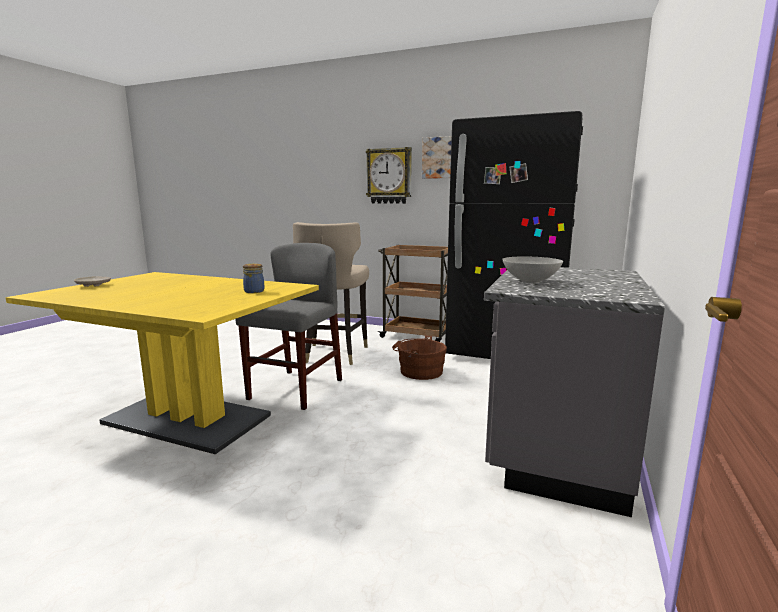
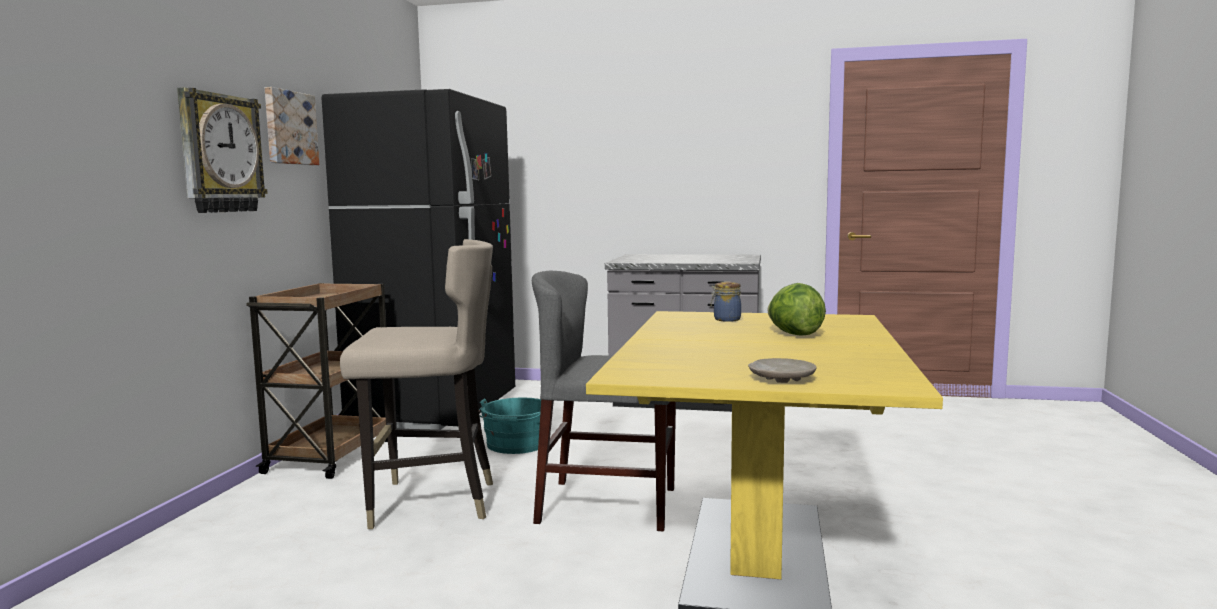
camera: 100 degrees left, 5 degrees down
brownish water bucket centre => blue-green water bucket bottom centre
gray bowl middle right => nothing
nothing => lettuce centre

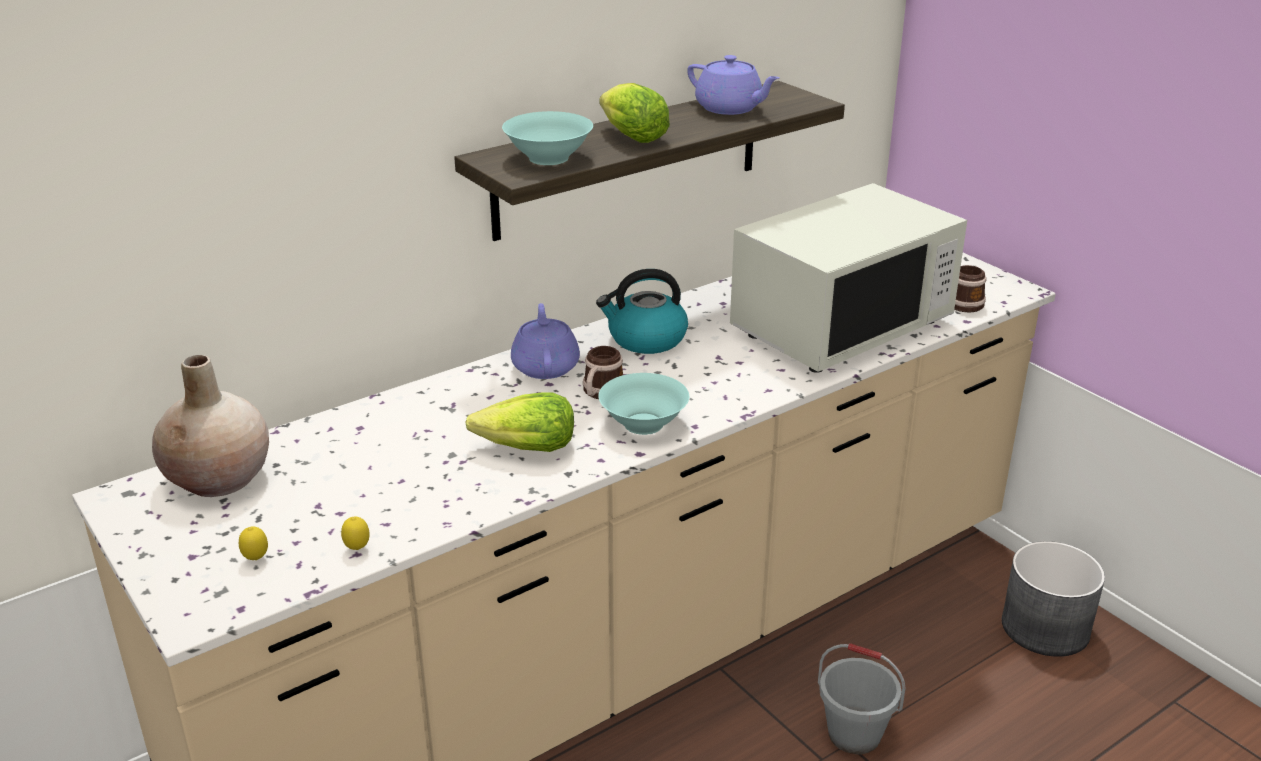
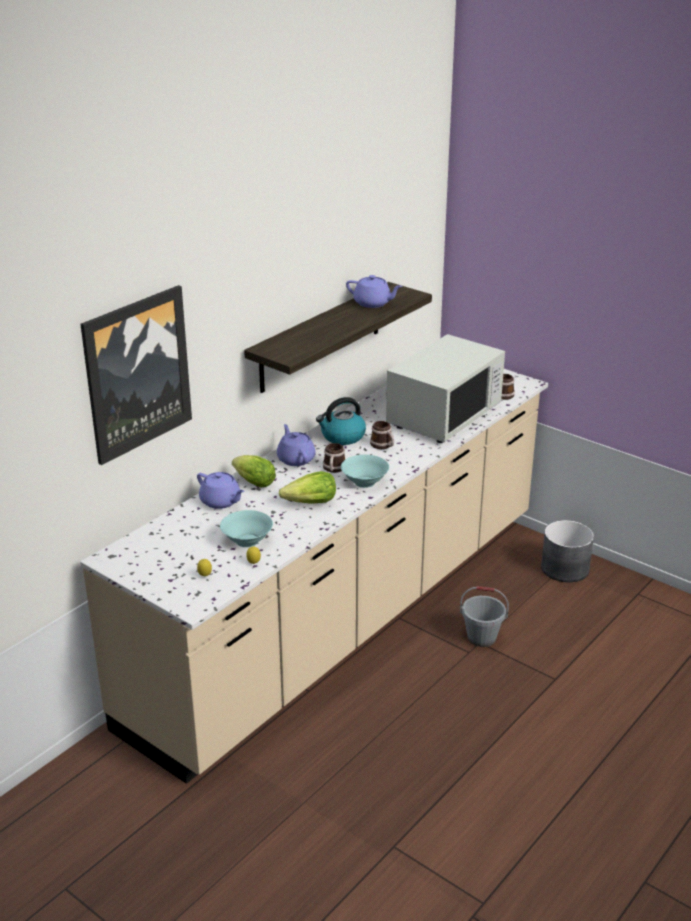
camera: 15 degrees left, 0 degrees up
beige-coloured vase middle left => nothing
blue-green bowl (no. 1 from left) top centre => blue-green bowl (no. 1 from left) centre, relocated
lettuce (no. 2 from left in the first image) top centre => lettuce (no. 1 from left) centre, relocated
nothing => picture middle left
nothing => purplish tea pot (no. 1 from left) middle left
nothing => coffee mug (no. 2 from left) centre

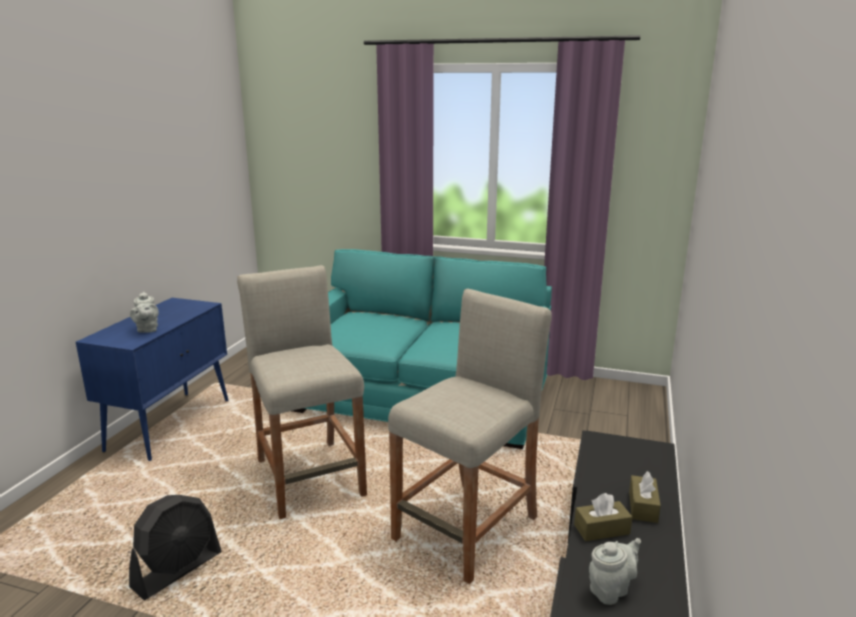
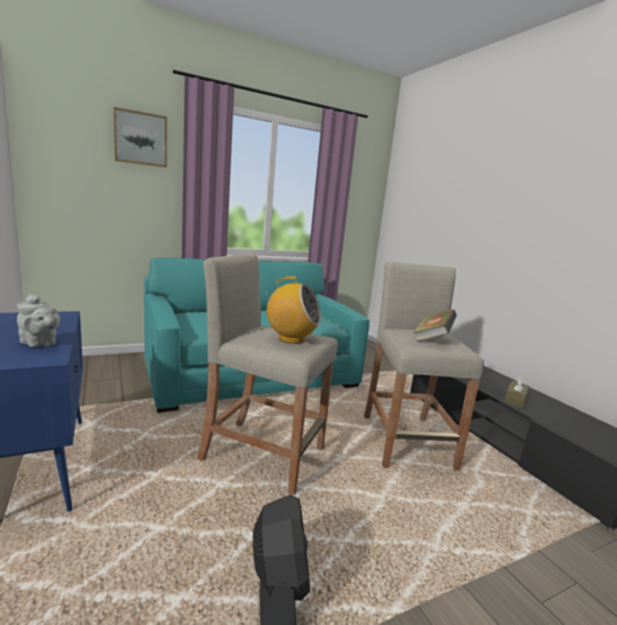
camera: 45 degrees left, 5 degrees down
gray tea pot (no. 2 from left) bottom right => nothing
brownish tissue box (no. 2 from left) bottom right => nothing
nothing => picture top left
nothing => radio set centre
nothing => bound book middle right

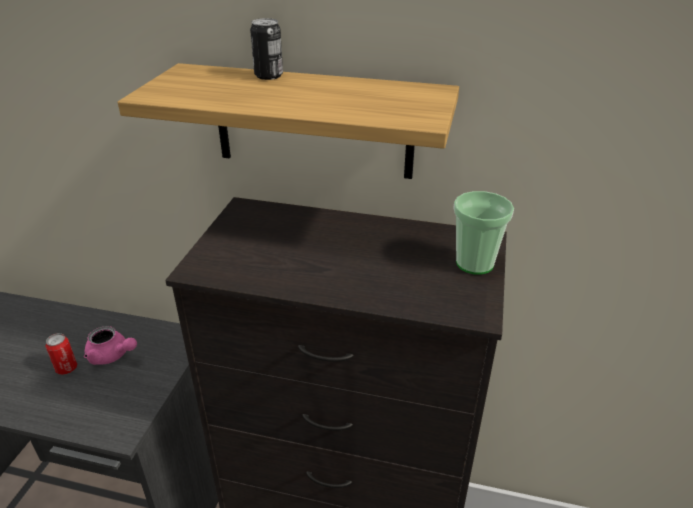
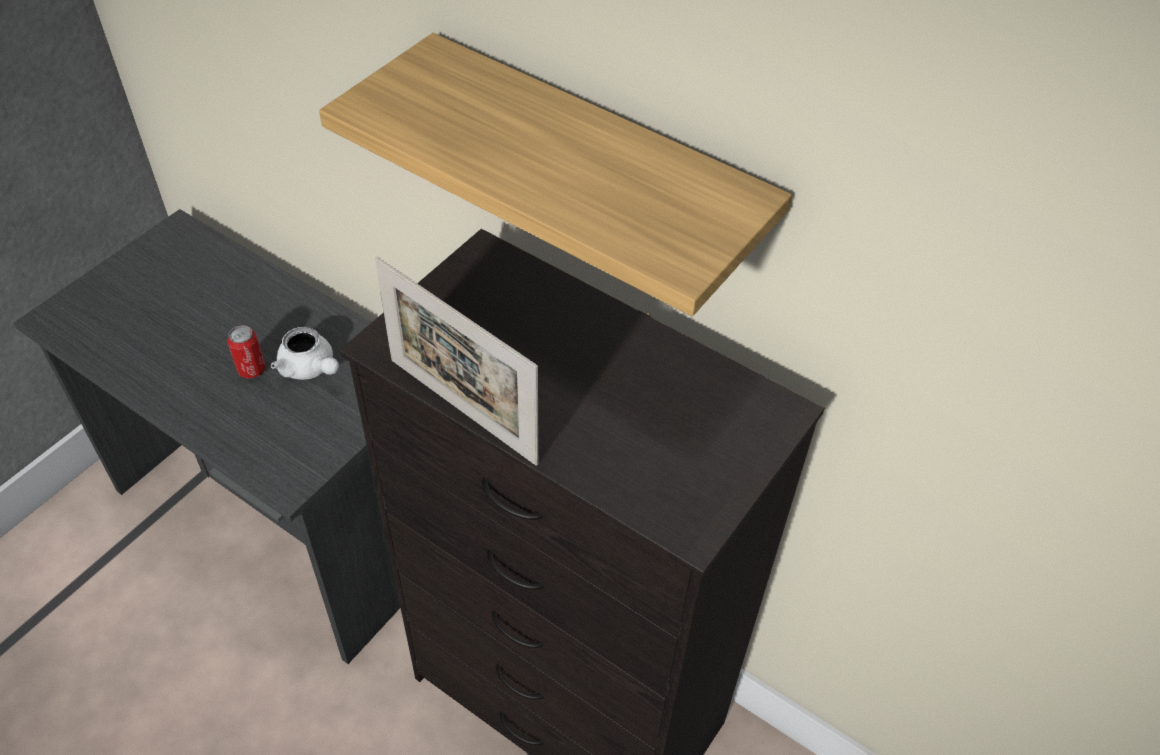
camera: 20 degrees right, 15 degrees up
pink-coloured tea pot bottom left => whitish tea pot middle left
metal can (no. 2 from left) top centre => nothing
drinking cup middle right => nothing
nothing => picture frame centre

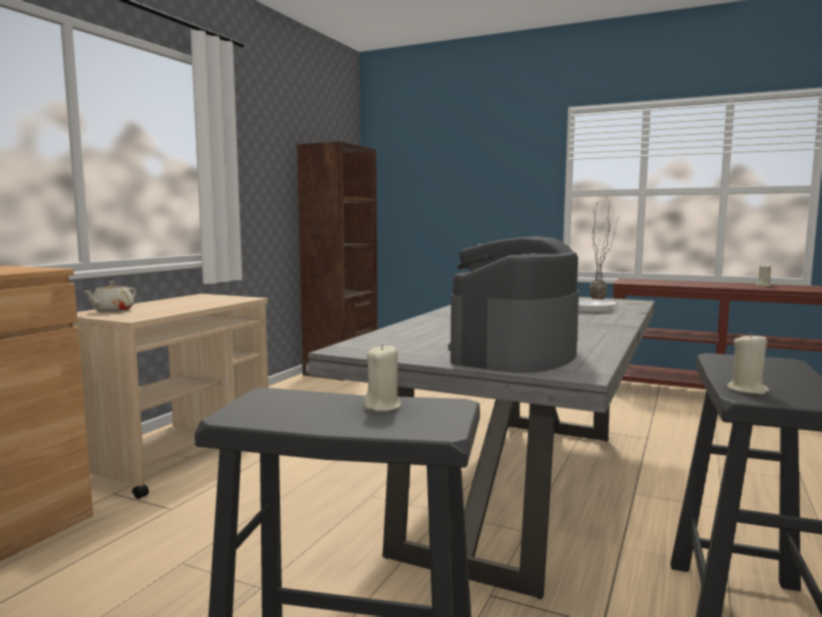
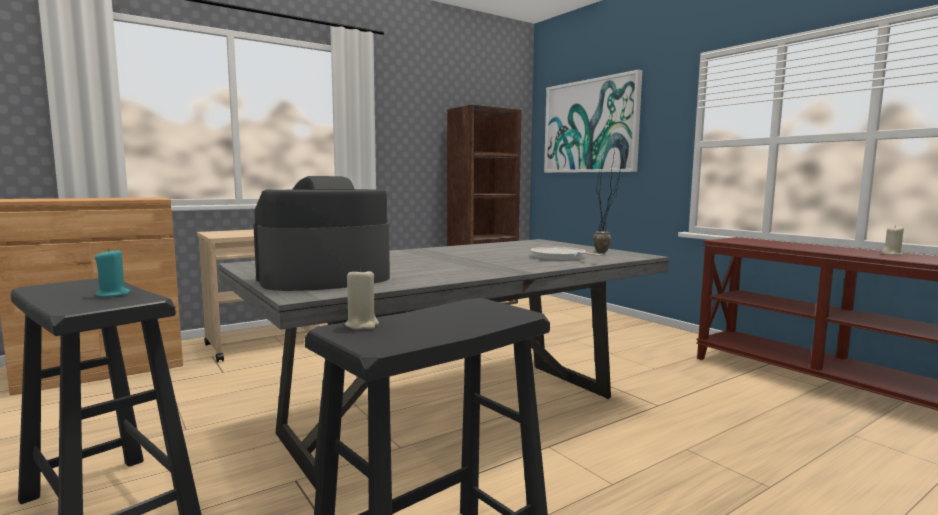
camera: 30 degrees right, 0 degrees up
beige-coloured tea pot middle left => nothing
beige-coloured wax candle (no. 1 from left) centre => blue-green wax candle middle left
nothing => picture top centre

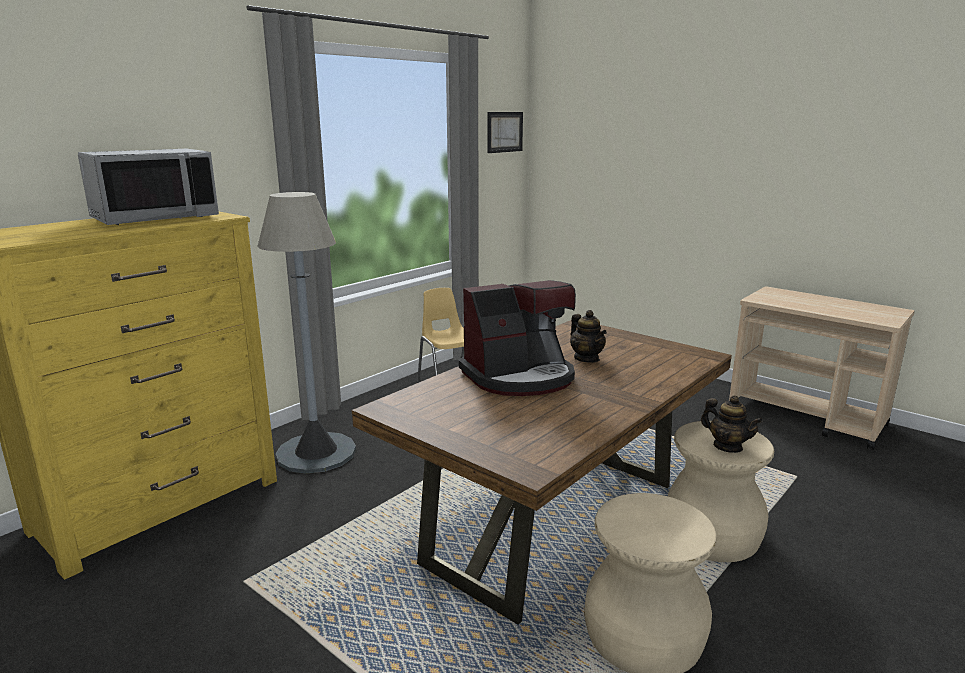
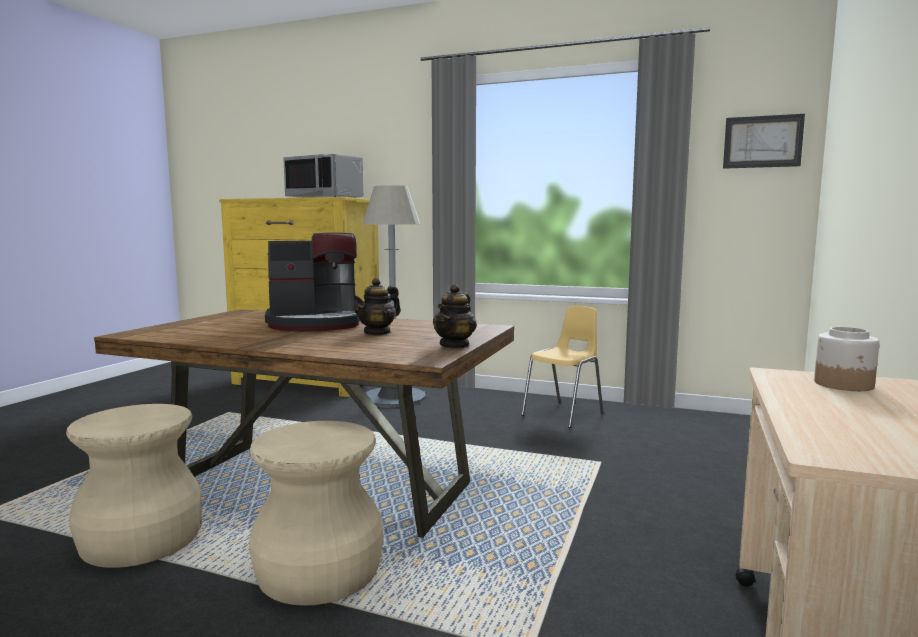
camera: 70 degrees right, 10 degrees down
coffee maker centre, 60 degrees counterclockwise
tea pot (no. 2 from left) middle right => tea pot (no. 2 from left) centre, relocated
nothing => storage jar middle right

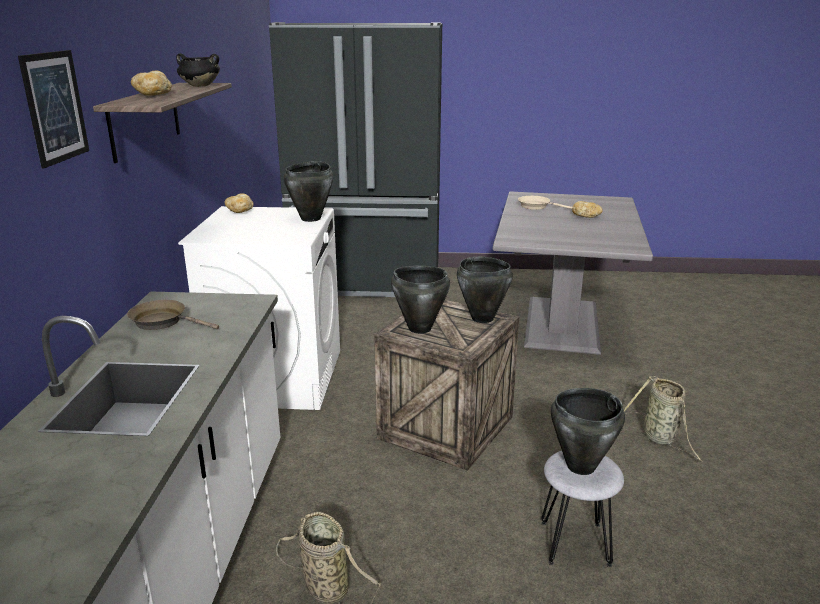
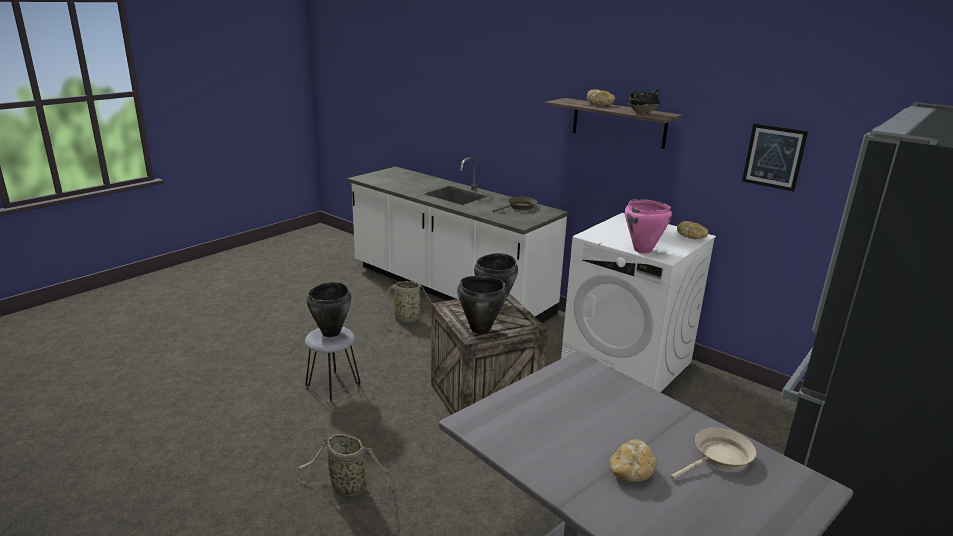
camera: 125 degrees right, 0 degrees up
picture top left => picture top right, relocated
blackish cooking pot (no. 2 from left) top centre => pink-coloured cooking pot middle right

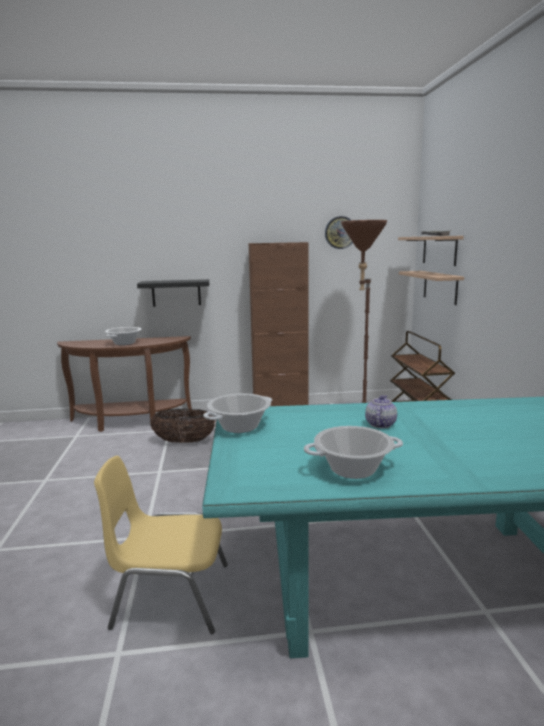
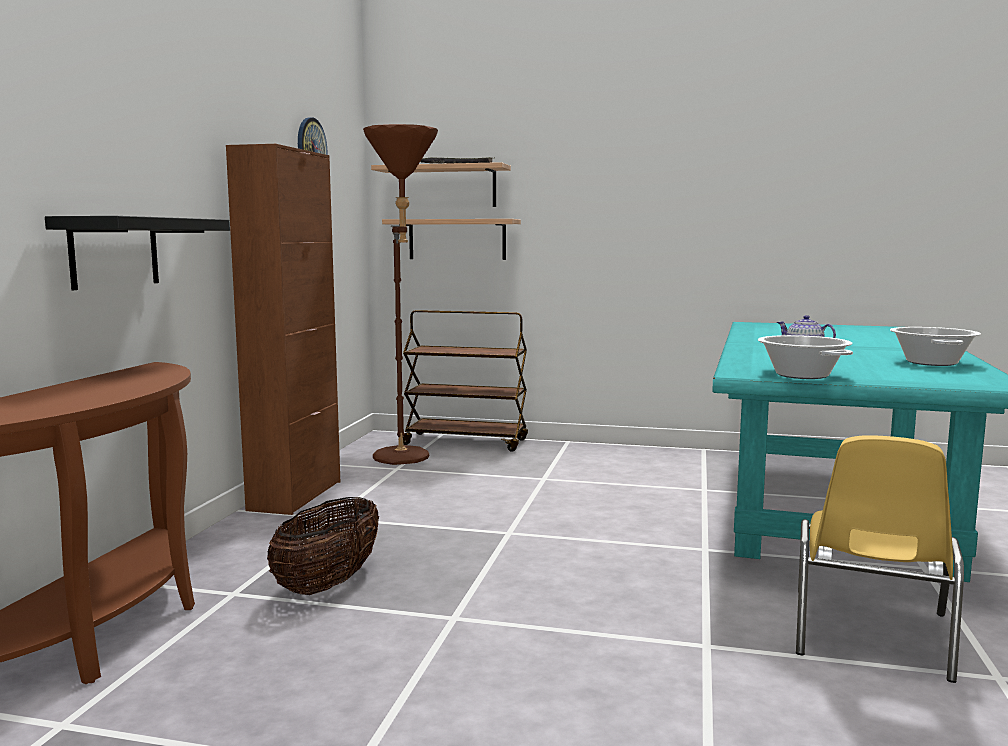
camera: 70 degrees left, 5 degrees down
cooking pot (no. 1 from left) middle left => nothing

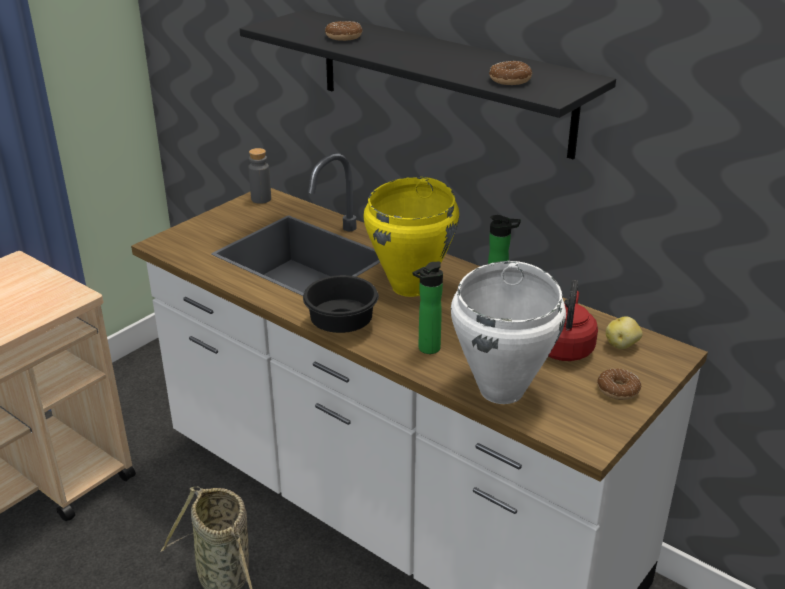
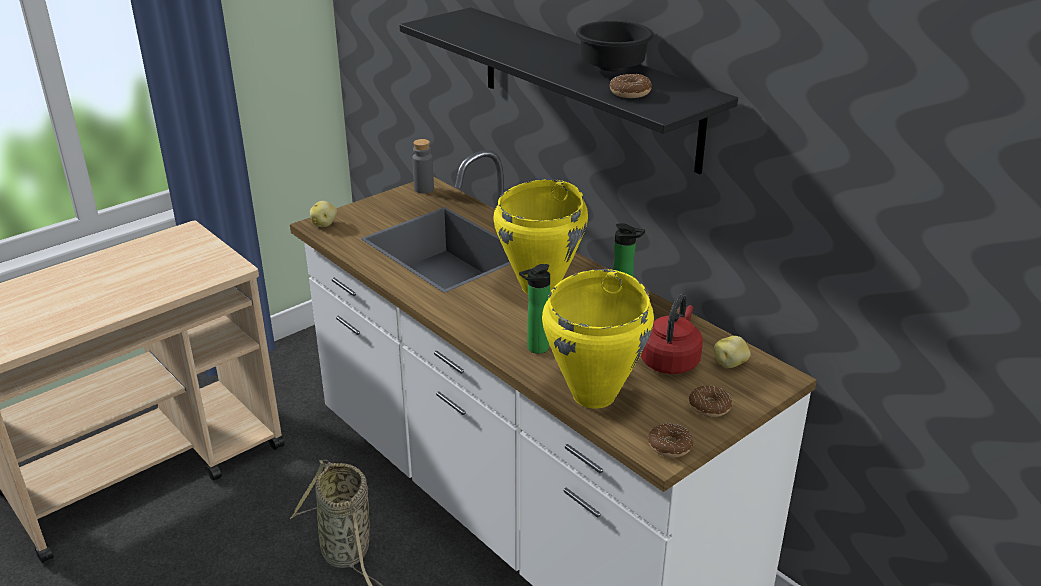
camera: 10 degrees right, 0 degrees up
blackish bowl centre => blackish bowl top centre, relocated
donut (no. 1 from left in the first image) top centre => donut (no. 2 from left) bottom centre, relocated
whitish cooking pot centre => yellow cooking pot (no. 2 from left) centre
nothing => whole potato (no. 1 from left) middle left

